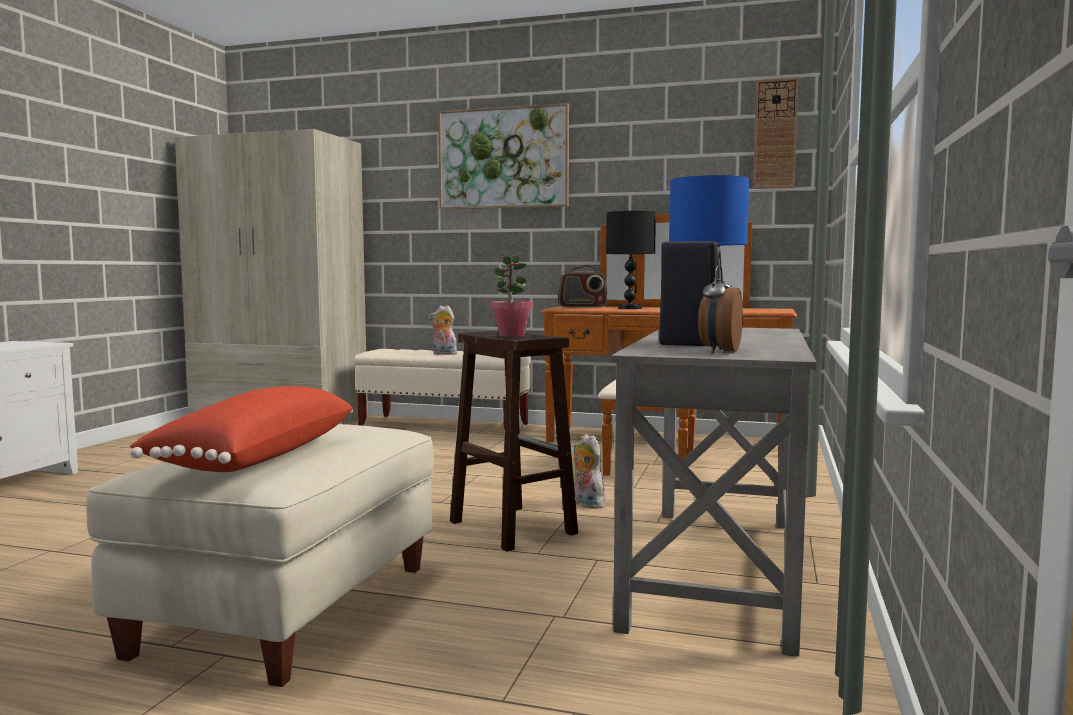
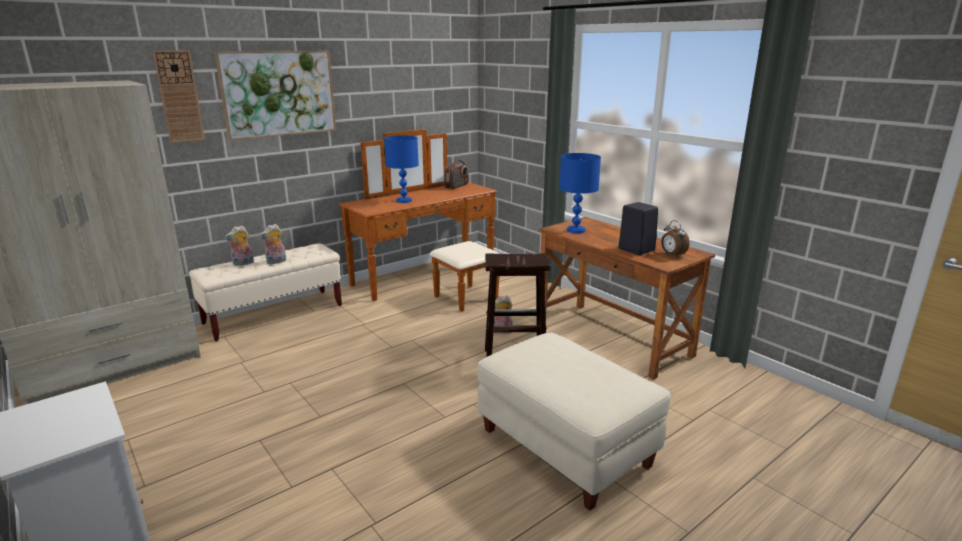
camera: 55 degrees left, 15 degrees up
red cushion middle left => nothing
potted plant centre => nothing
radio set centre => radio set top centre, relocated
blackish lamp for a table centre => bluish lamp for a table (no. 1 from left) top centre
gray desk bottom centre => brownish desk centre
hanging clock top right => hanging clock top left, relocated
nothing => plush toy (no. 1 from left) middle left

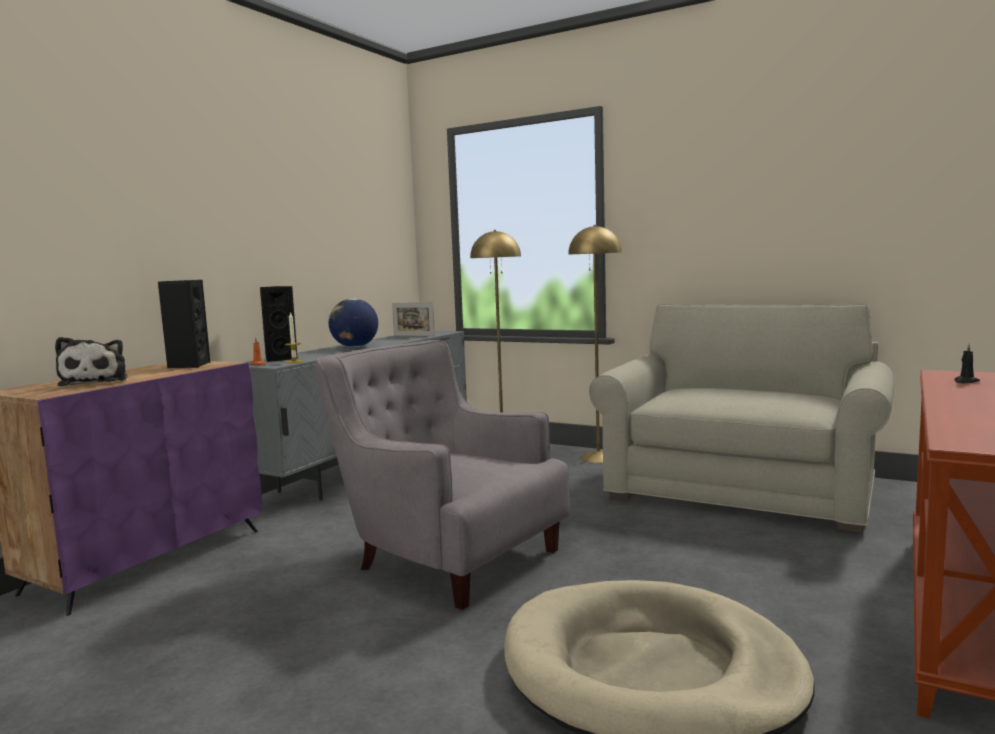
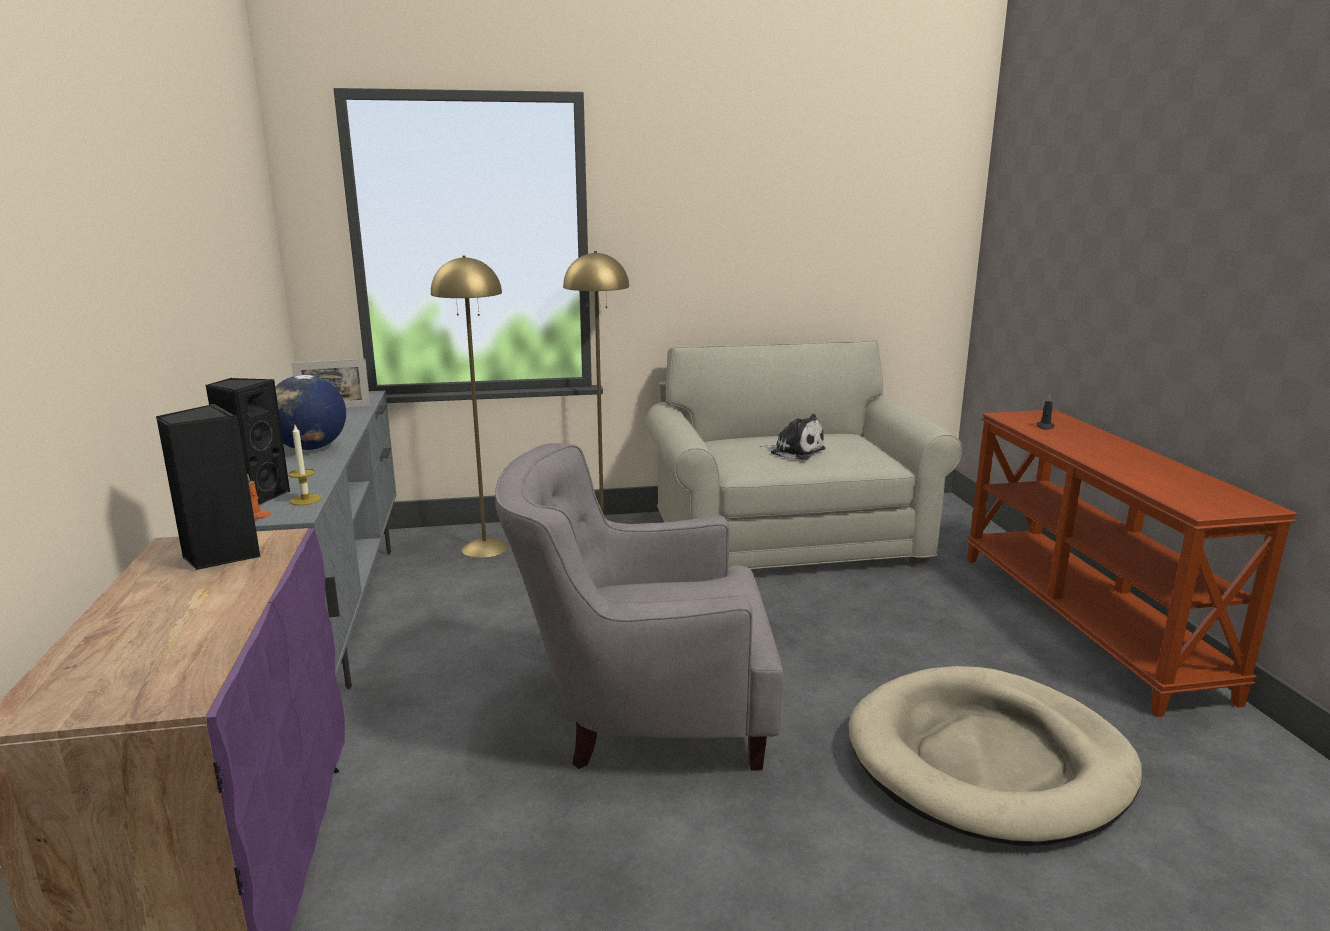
camera: 40 degrees left, 10 degrees up
plush toy middle left => plush toy centre, relocated

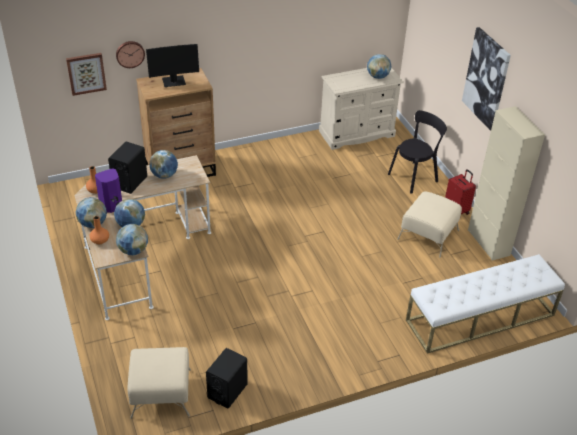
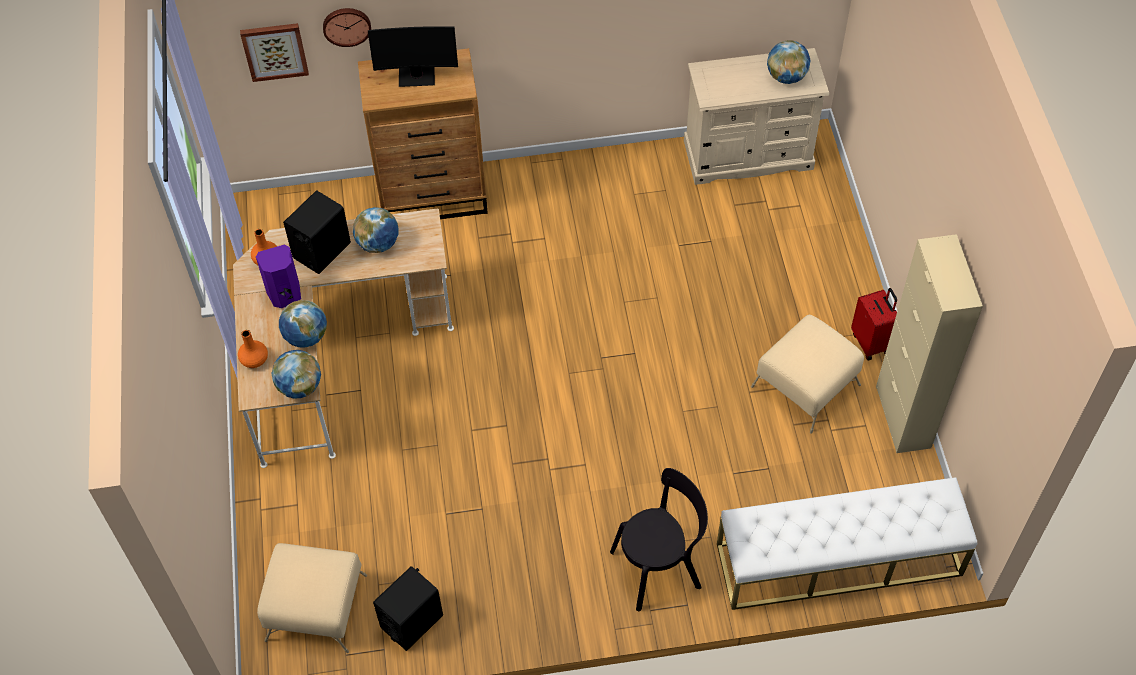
camera: 15 degrees right, 15 degrees up
world globe (no. 1 from left) middle left => nothing
blackish chair middle right => blackish chair bottom centre, relocated
picture (no. 2 from left) top right => nothing

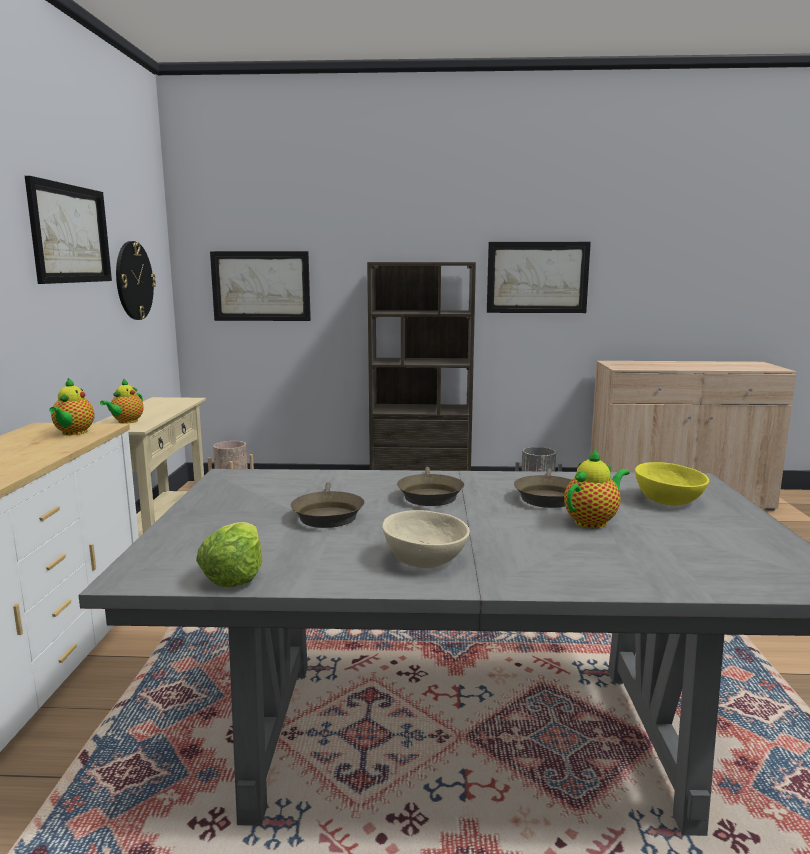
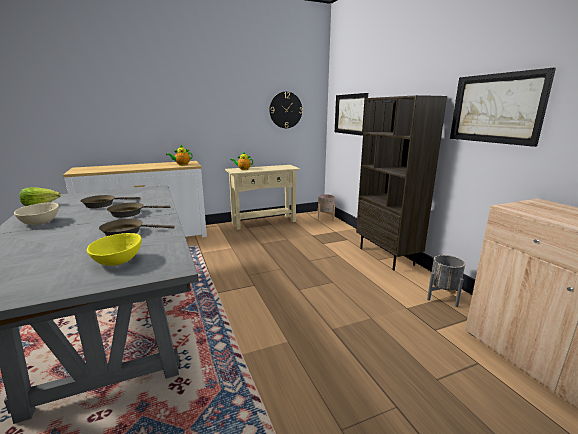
camera: 65 degrees right, 5 degrees up
picture (no. 1 from left) top left => nothing
tea pot (no. 3 from left) middle right => nothing

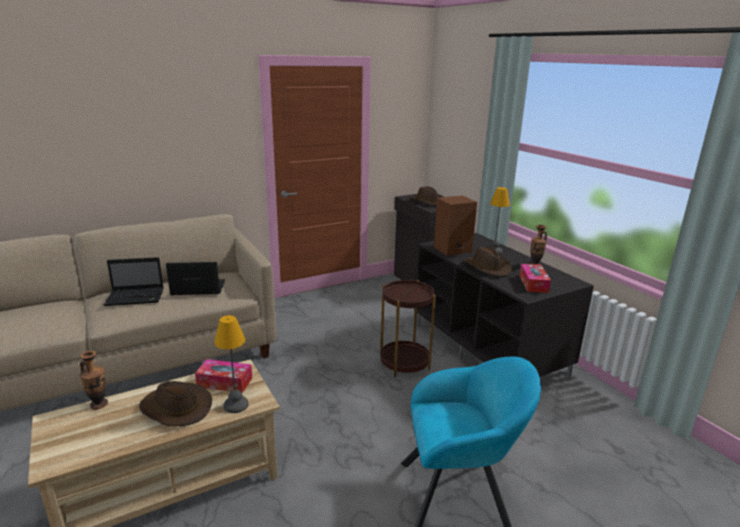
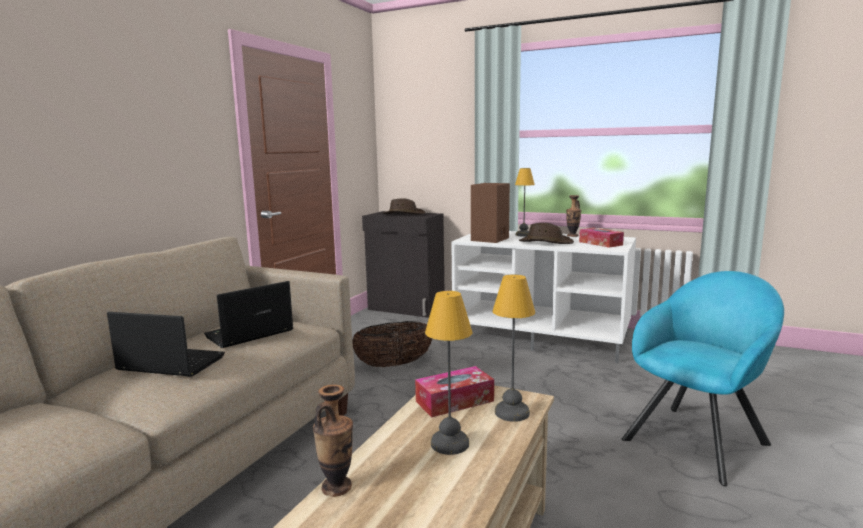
camera: 35 degrees left, 10 degrees down
portable computer (no. 1 from left) middle left, 120 degrees counterclockwise
brownish wearable hat (no. 1 from left) bottom left => lamp for a table (no. 1 from left) bottom centre
brownish end table centre => nothing
blackish tv stand middle right => whitish tv stand centre
nothing => storage basket centre

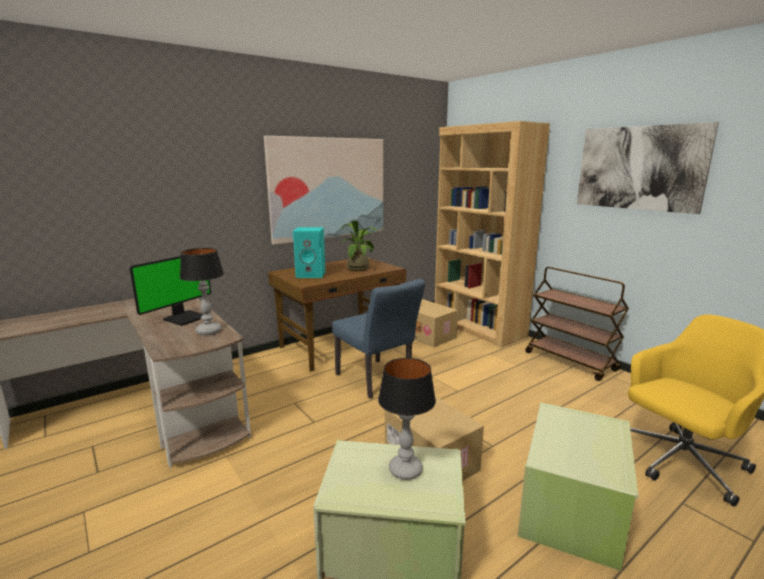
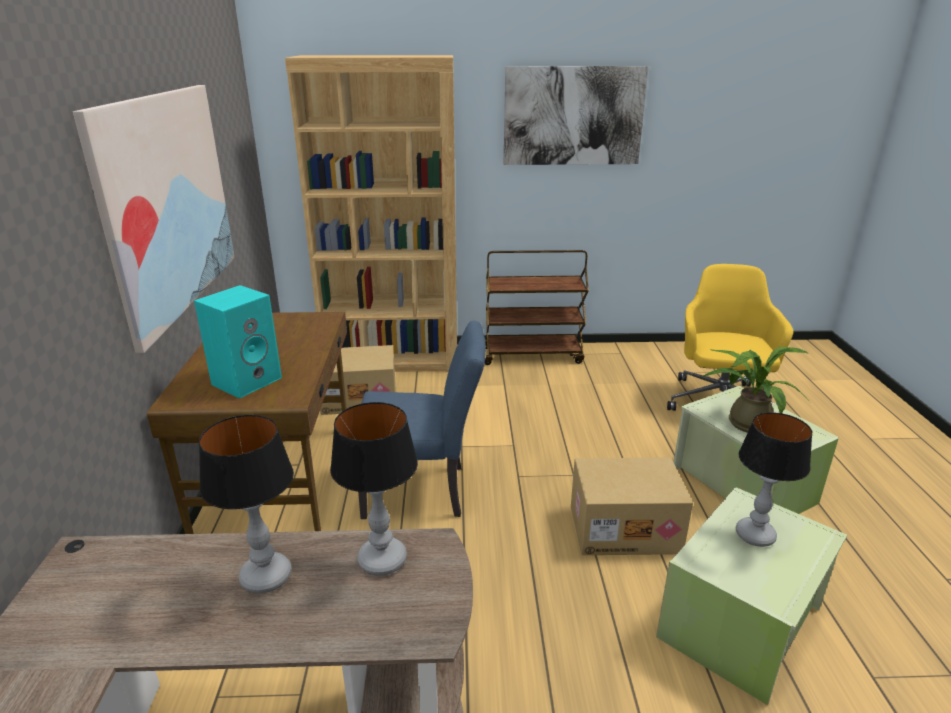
camera: 55 degrees left, 10 degrees up
computer screen middle left => lamp for a table (no. 1 from left) bottom left
potted plant centre => potted plant middle right, relocated

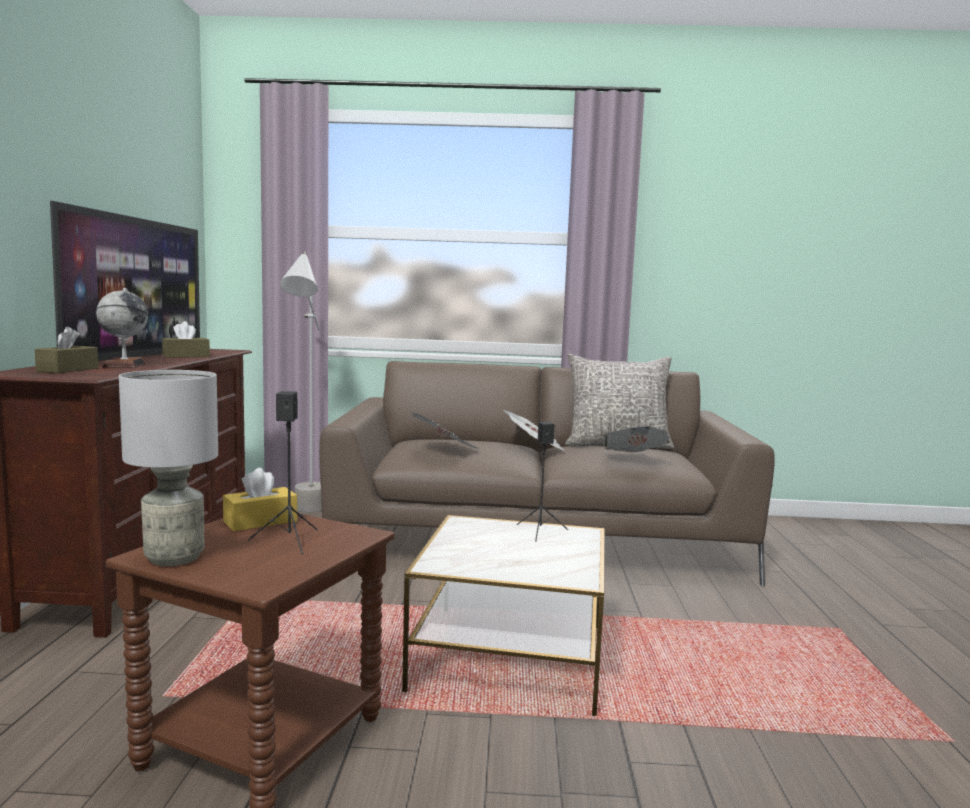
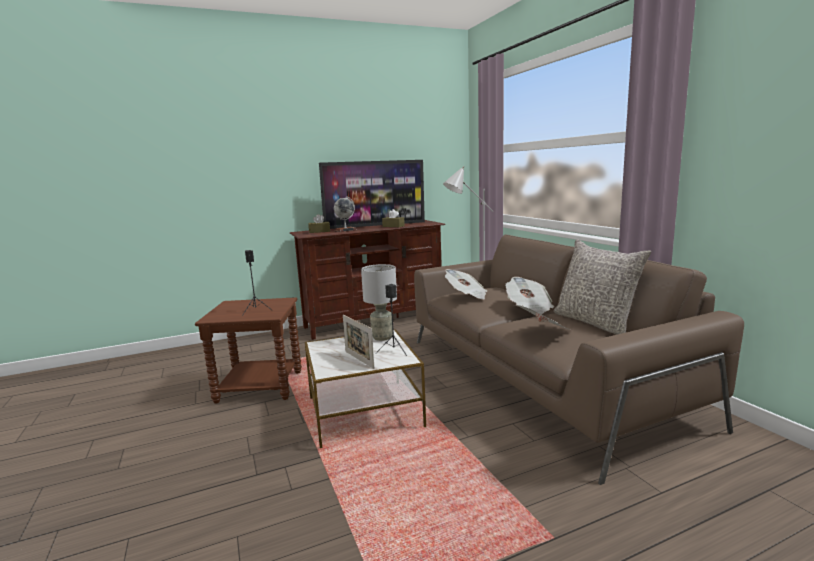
camera: 65 degrees right, 5 degrees up
gray lamp for a table middle left => gray lamp for a table centre, relocated
yellow tissue box middle left => nothing
nothing => picture frame centre

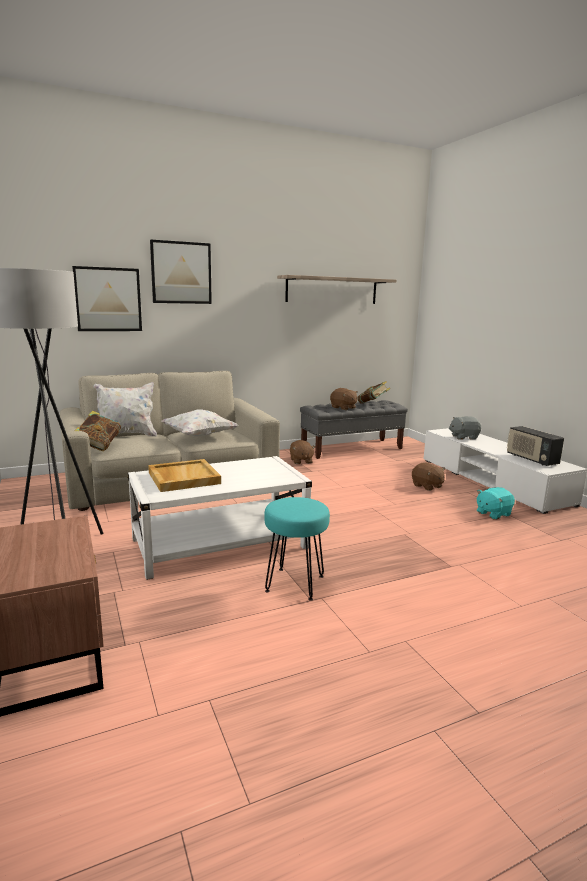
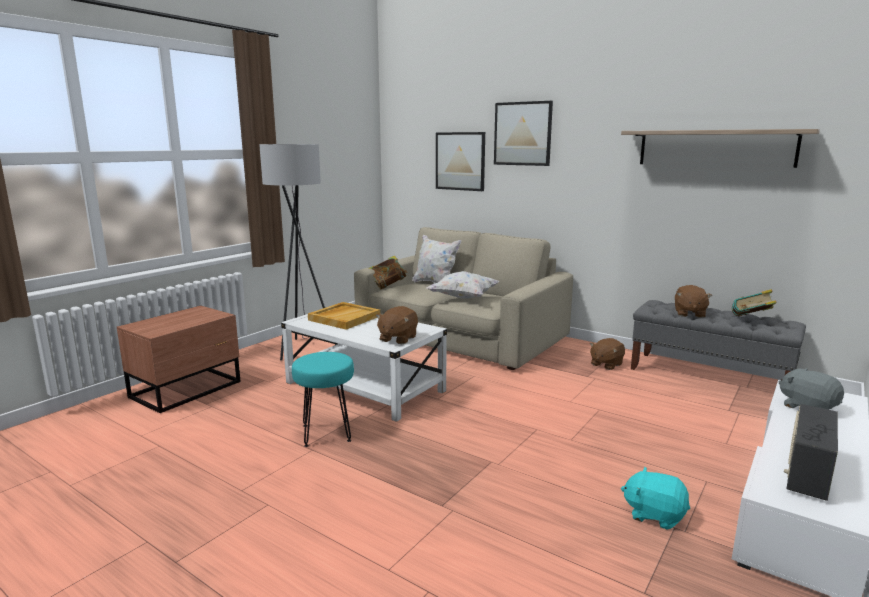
camera: 60 degrees right, 0 degrees up
brownish plush toy (no. 3 from left in the first image) middle right => brownish plush toy (no. 1 from left) centre, relocated

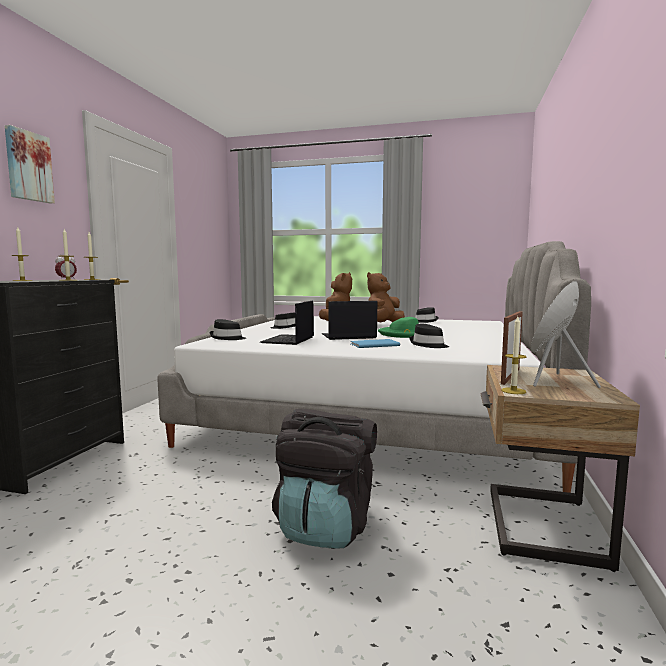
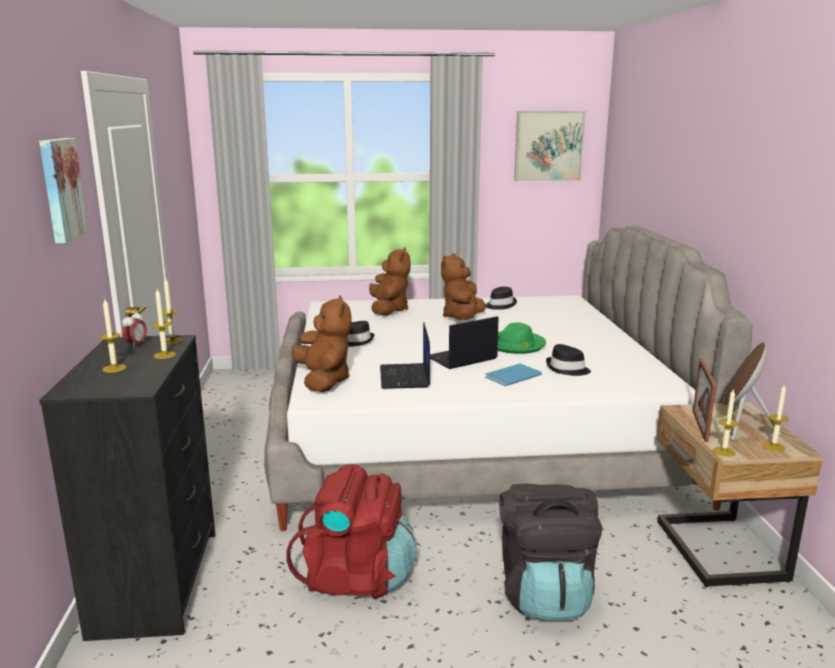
camera: 20 degrees left, 10 degrees up
blackish wearable hat (no. 1 from left) centre => brownish plush toy (no. 1 from left) centre
nothing => red backpack bottom centre
nothing => picture (no. 2 from left) top centre
nothing => wax candle (no. 5 from left) middle right

